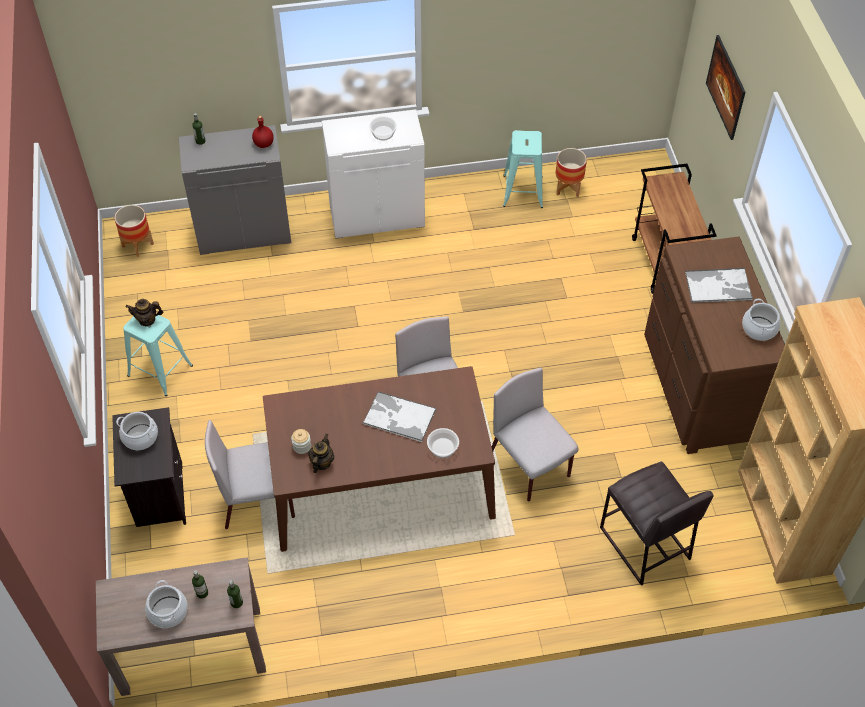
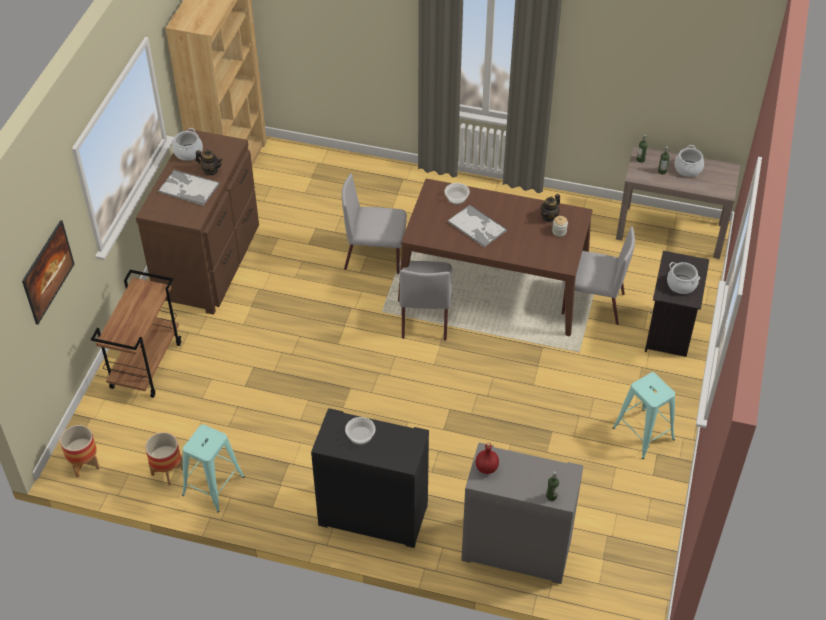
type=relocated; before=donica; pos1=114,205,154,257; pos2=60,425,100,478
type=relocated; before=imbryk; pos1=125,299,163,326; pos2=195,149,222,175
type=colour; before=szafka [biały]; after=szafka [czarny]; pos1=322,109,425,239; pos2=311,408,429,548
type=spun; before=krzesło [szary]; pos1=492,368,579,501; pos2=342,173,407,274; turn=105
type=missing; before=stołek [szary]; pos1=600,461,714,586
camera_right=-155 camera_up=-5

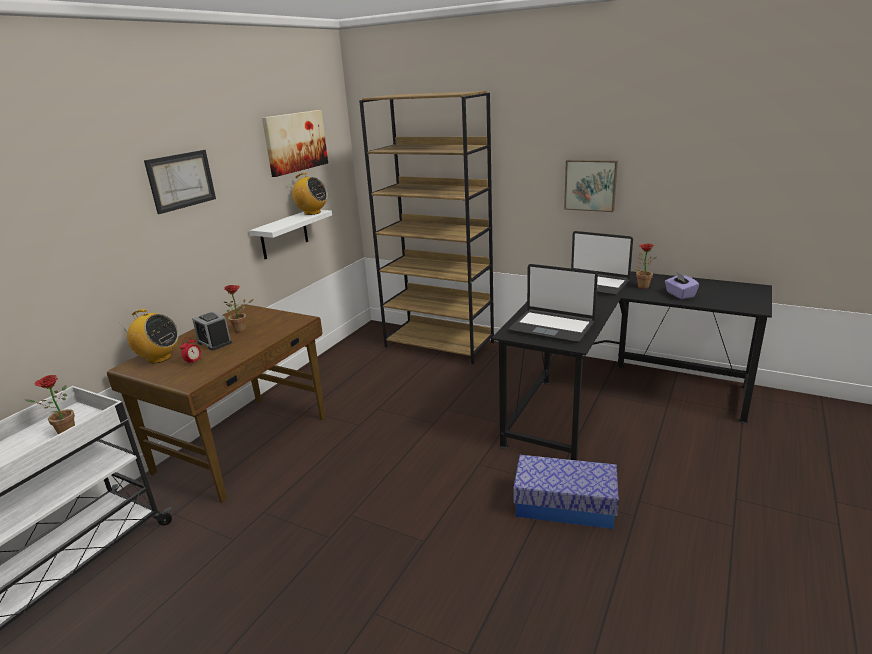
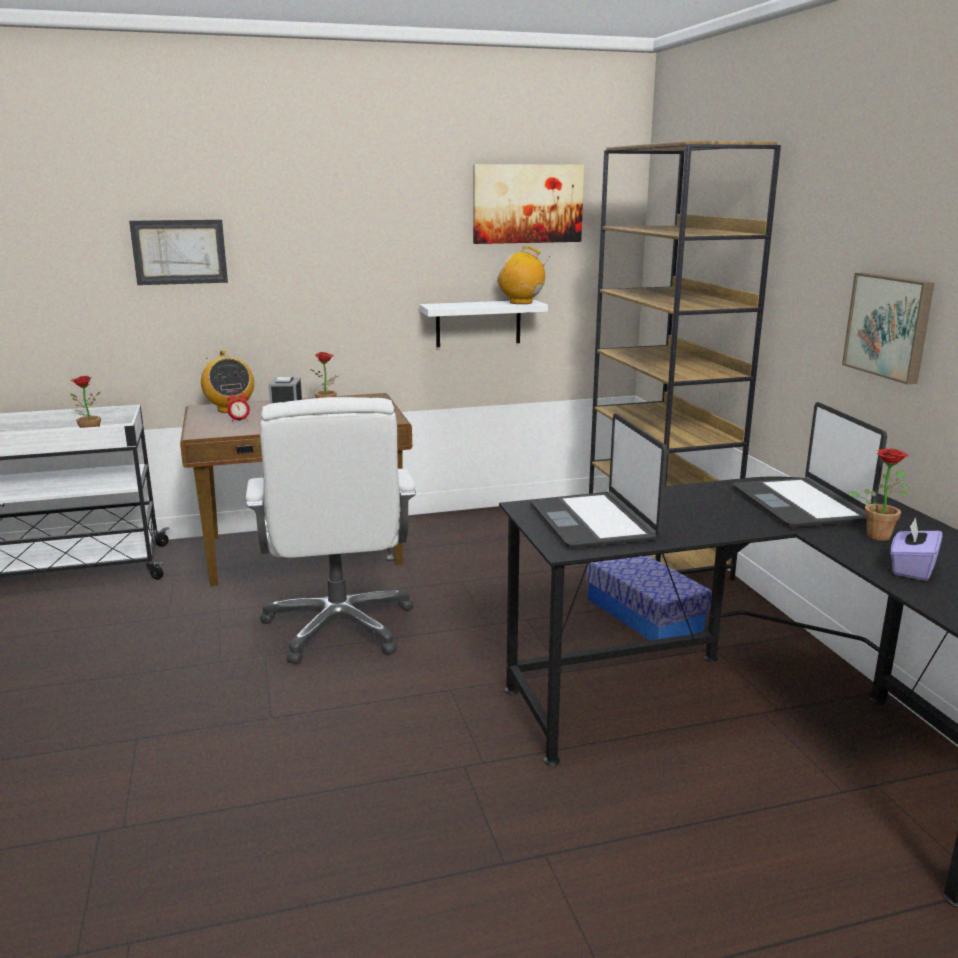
type=relocated; before=obraz; pos1=144,150,216,214; pos2=129,220,228,285
type=spun; before=radio; pos1=287,173,328,215; pos2=497,246,550,304; turn=135
type=relocated; before=pojemnik do przechowywania; pos1=513,455,619,529; pos2=586,556,712,640
type=appeared; after=krzesło biurowe [biały]; pos2=246,397,416,664
camera_right=45 camera_up=-5

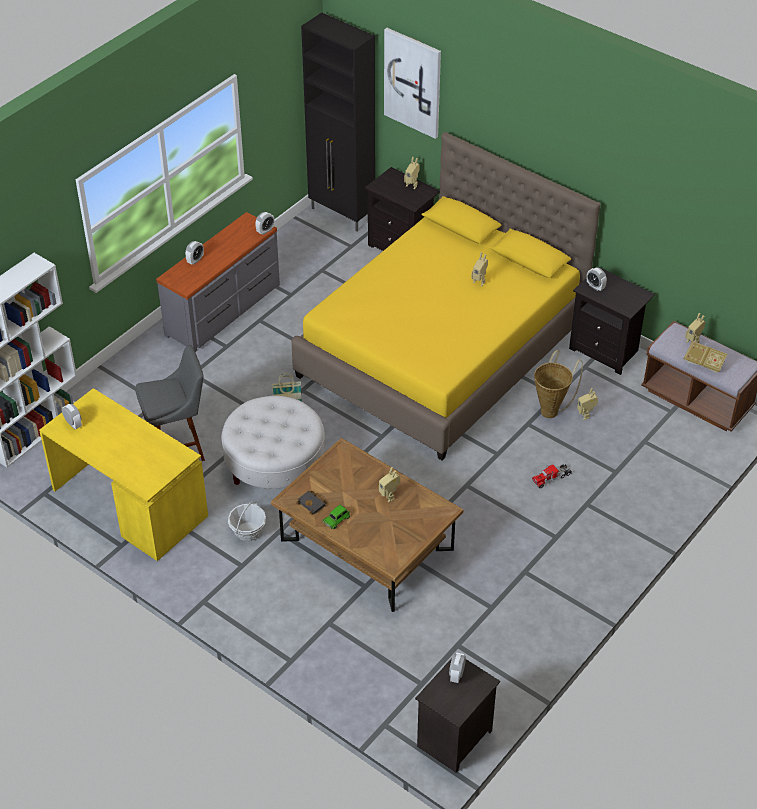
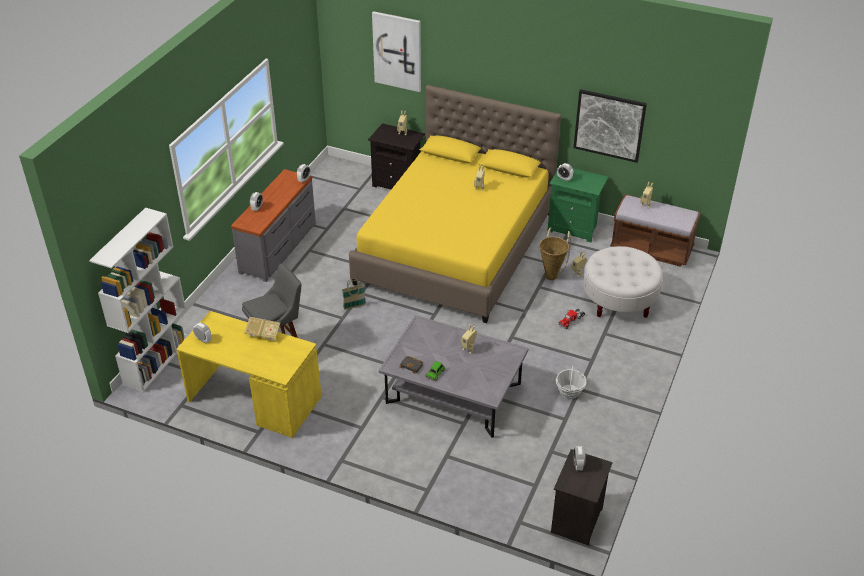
type=relocated; before=pufa [biały]; pos1=221,396,325,489; pos2=583,246,663,318
type=relocated; before=koszyk; pos1=228,501,266,541; pos2=556,366,587,399
type=colour; before=ława [brązowy]; after=ława [szary]; pos1=271,438,463,612; pos2=379,315,529,438
type=missing; before=szafka [czarny]; pos1=301,12,375,232
type=colour; before=szafka nocna [czarny]; after=szafka nocna [zielony]; pos1=569,267,655,375; pos2=547,168,608,242
type=relocated; before=książka; pos1=684,341,728,374; pos2=244,317,280,341
type=appeared; after=obraz; pos2=573,89,647,163
camera_right=-15 camera_up=-5

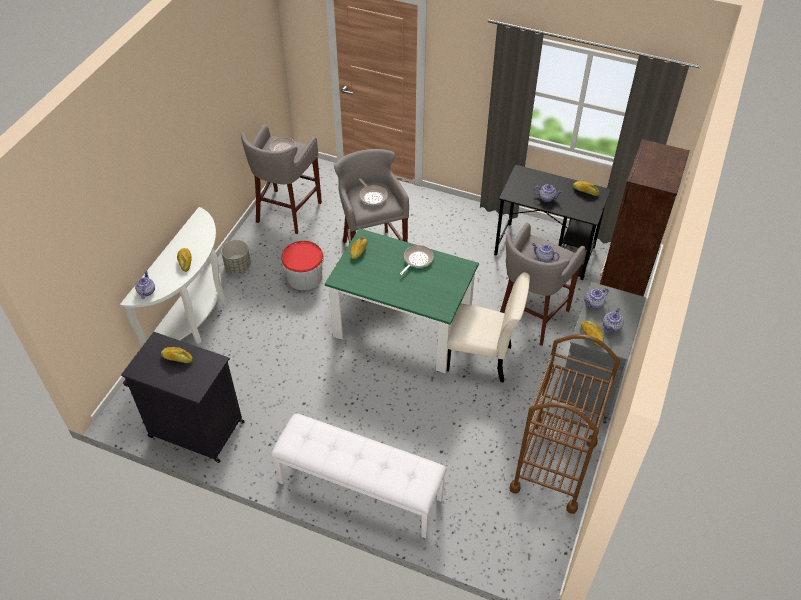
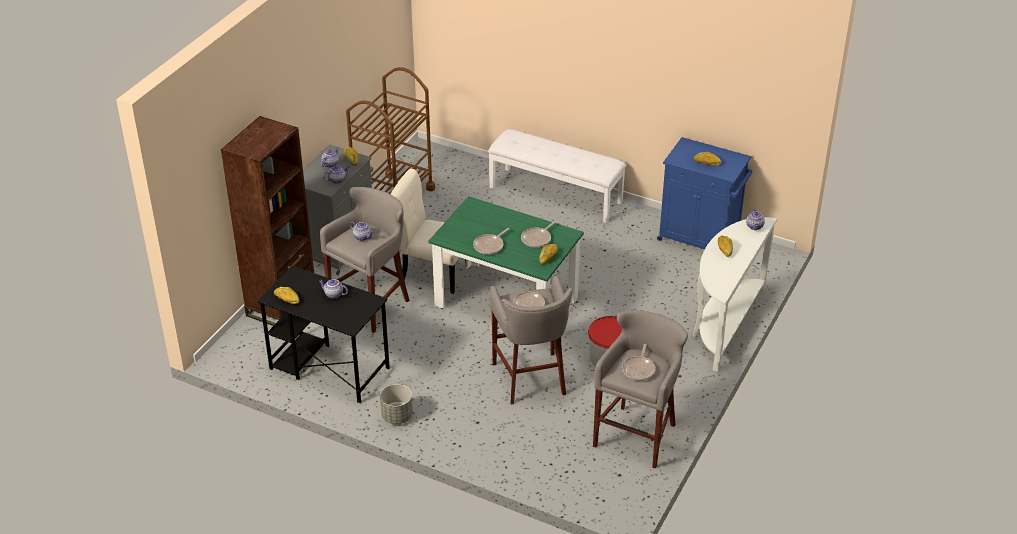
type=colour; before=szafka [czarny]; after=szafka [niebieski]; pos1=121,332,245,463; pos2=657,137,752,249
type=relocated; before=donica [szary]; pos1=221,240,251,274; pos2=380,384,413,424
type=appeared; after=patelnia; pos2=521,221,556,248
camera_right=-175 camera_up=-10

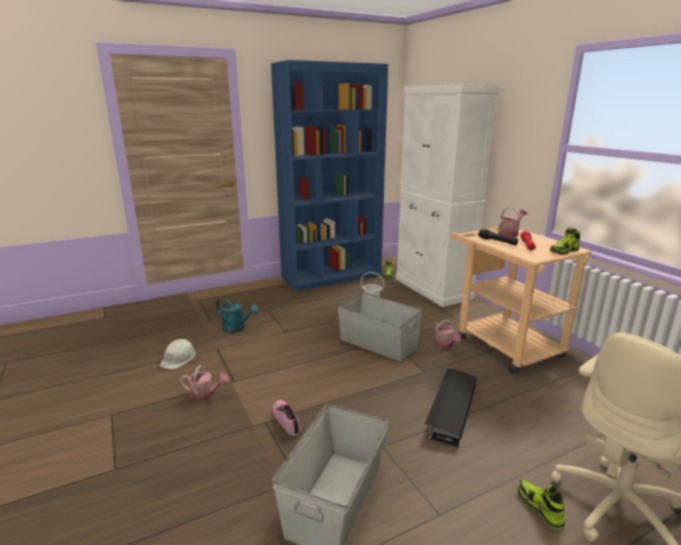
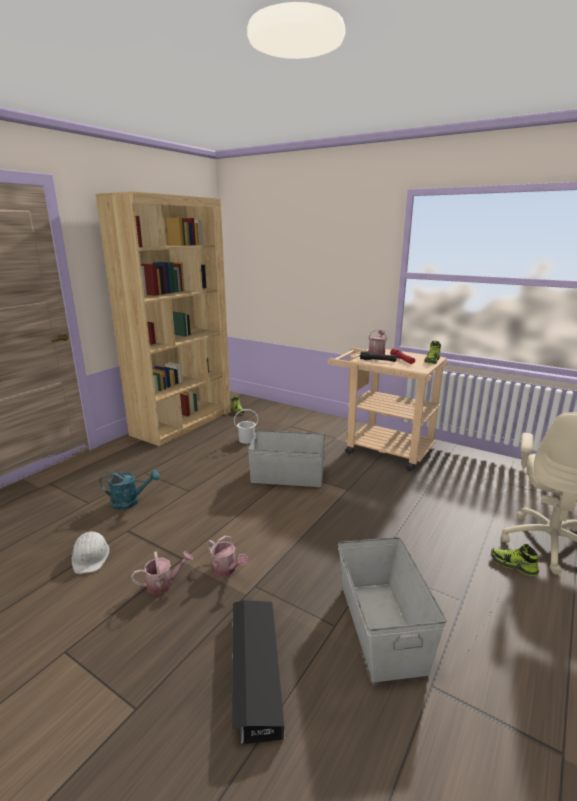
type=colour; before=regał [niebieski]; after=regał [brązowy]; pos1=271,60,388,291; pos2=96,191,231,446
type=missing; before=but; pos1=272,400,301,436
type=missing; before=szafka [biały]; pos1=396,84,500,307
type=relocated; before=pojemnik do przechowywania [czarny]; pos1=425,369,477,447; pos2=232,600,285,745
type=relocated; before=konewka; pos1=435,320,461,349; pos2=207,536,248,576
camera_right=-30 camera_up=0

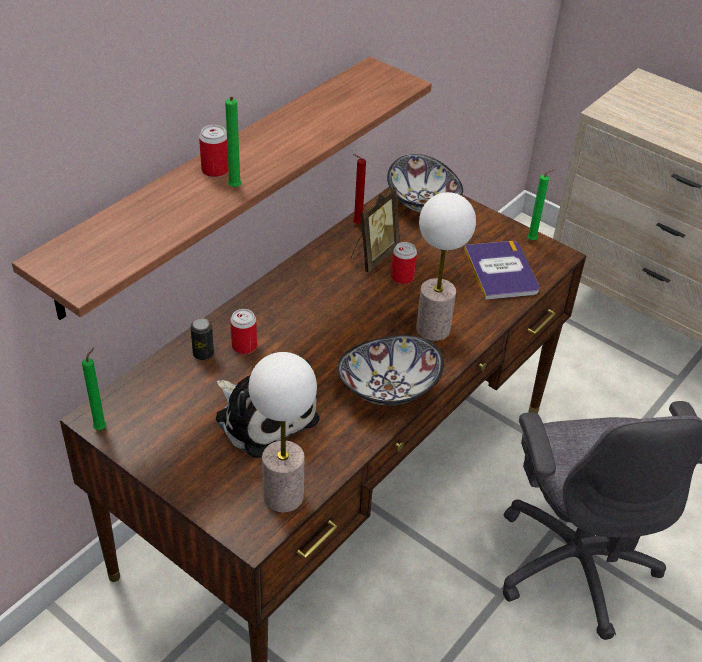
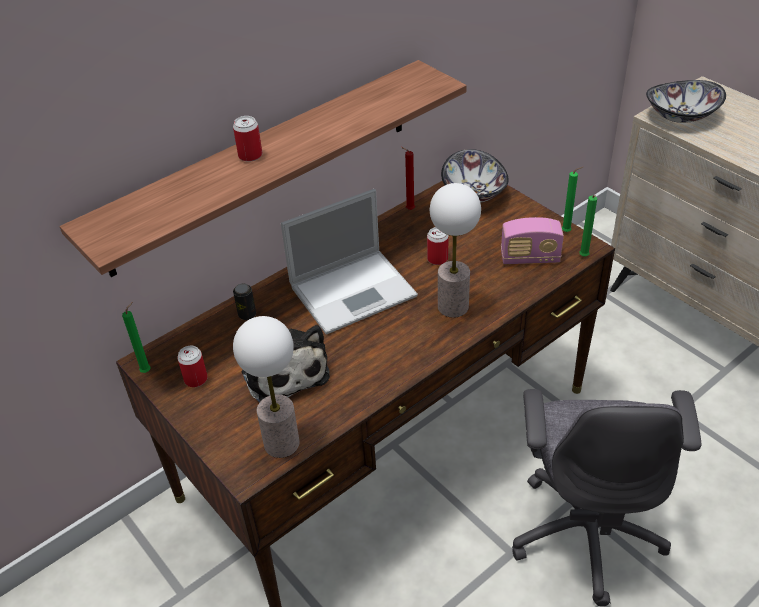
type=relocated; before=świeca [zielony]; pos1=225,97,242,188; pos2=579,195,597,256
type=relocated; before=puszka; pos1=230,309,257,354; pos2=177,346,208,387
type=relocated; before=miska; pos1=337,335,444,405; pos2=646,80,726,123
type=missing; before=ramka na zdjęcie; pos1=350,187,400,272
type=exchanged; before=książka; after=radio; pos1=464,241,540,300; pos2=501,217,564,264
type=appeared; after=laptop; pos2=281,189,418,335
camera_right=15 camera_up=0

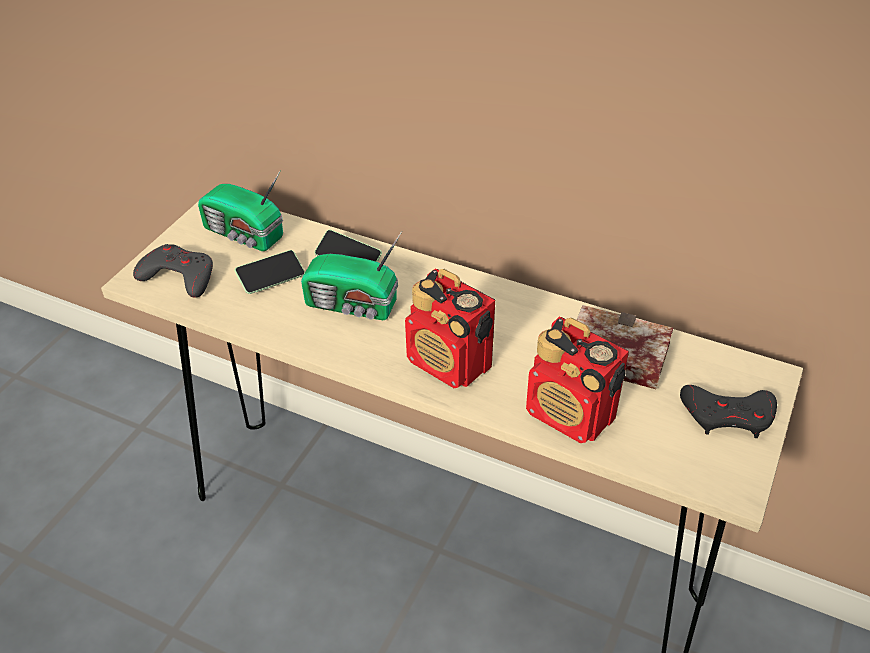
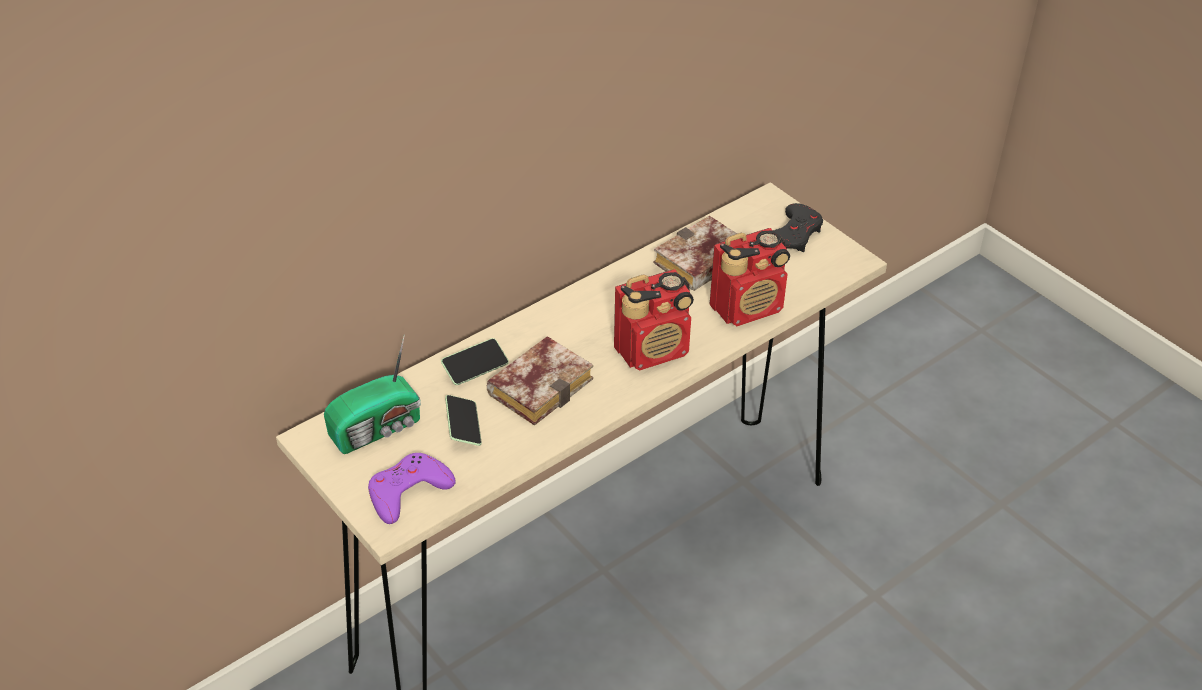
type=colour; before=pad do gier [szary]; after=pad do gier [fioletowy]; pos1=133,244,213,298; pos2=368,453,456,524
type=exchanged; before=radio; after=książka; pos1=301,231,402,320; pos2=487,336,593,426
camera_right=-65 camera_up=0

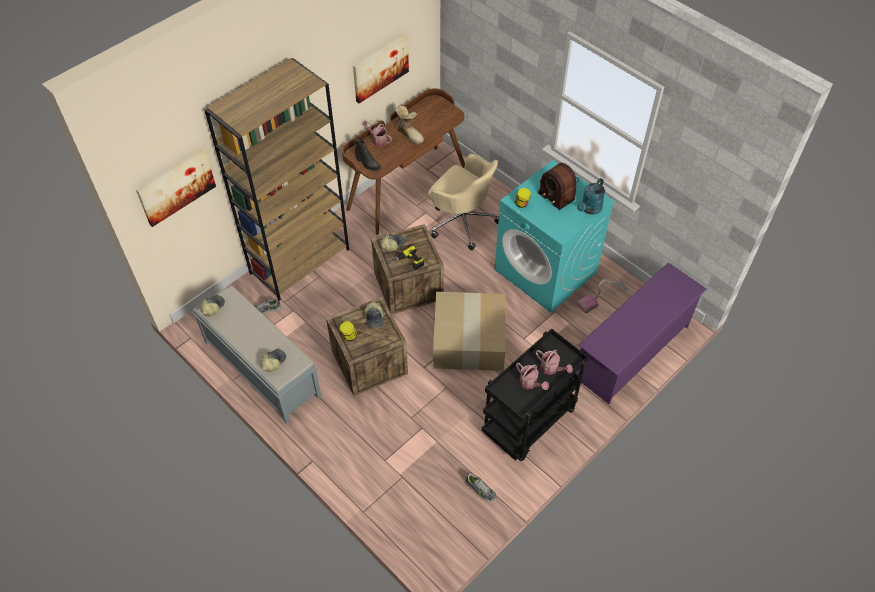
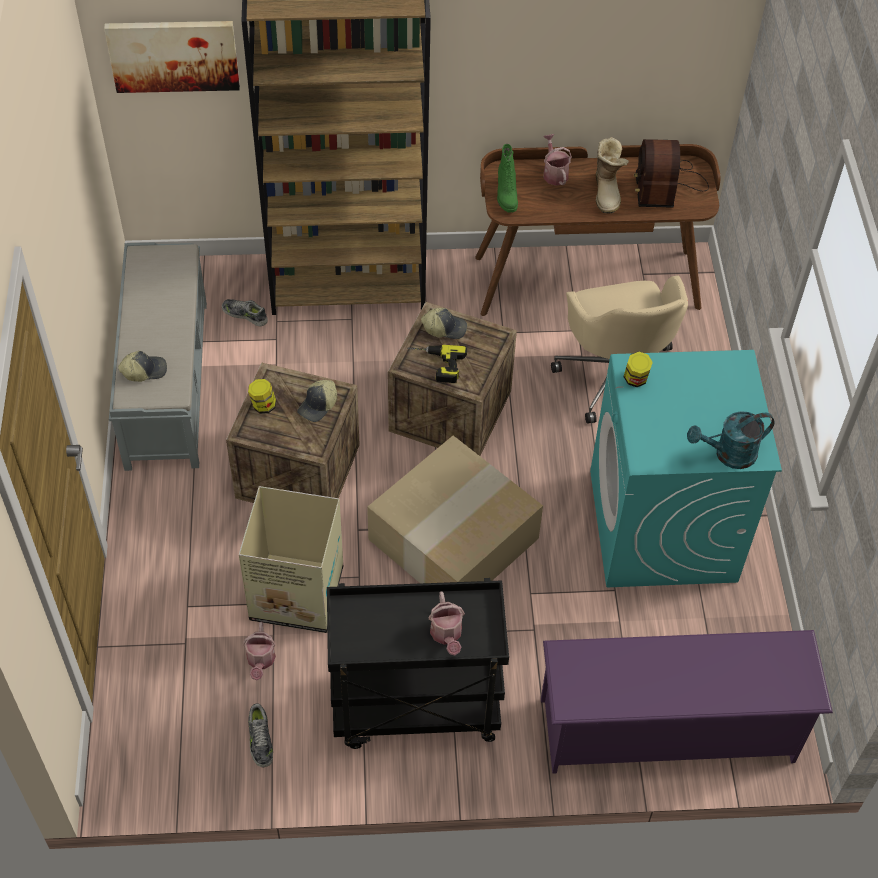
type=missing; before=czapka z daszkiem; pos1=200,295,225,316
type=missing; before=obraz; pos1=353,34,409,103
type=colour; before=but z cholewką [czarny]; after=but z cholewką [zielony]; pos1=355,137,381,171; pos2=497,144,518,213
type=relocated; before=konewka; pos1=516,363,549,390; pos2=243,622,276,681
type=relocated; before=radio; pos1=538,163,579,210; pos2=634,139,709,208
type=missing; before=odkurzacz; pos1=577,279,628,313
type=appeared; after=karton; pos2=239,486,343,633
camera_right=40 camera_up=0

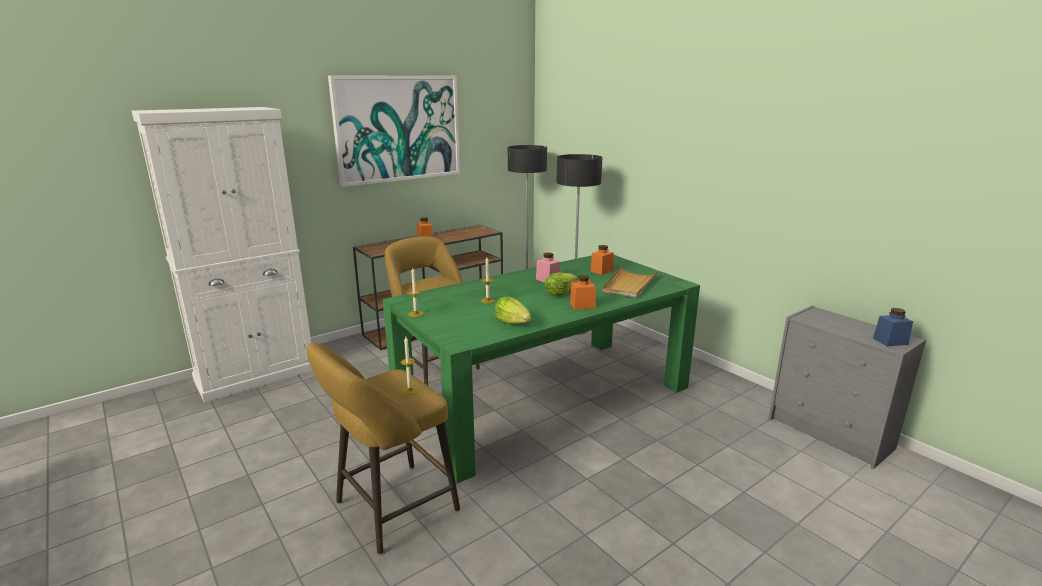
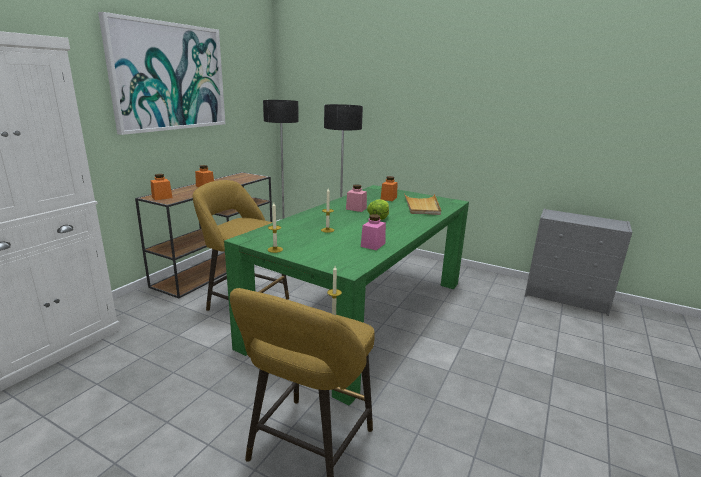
type=exchanged; before=sałata; after=słoik [różowy]; pos1=495,296,531,324; pos2=361,214,386,250
type=relocated; before=słoik [pomarańczowy]; pos1=570,275,596,310; pos2=150,174,173,200
type=missing; before=słoik [niebieski]; pos1=873,308,913,346
camera_right=-25 camera_up=0

